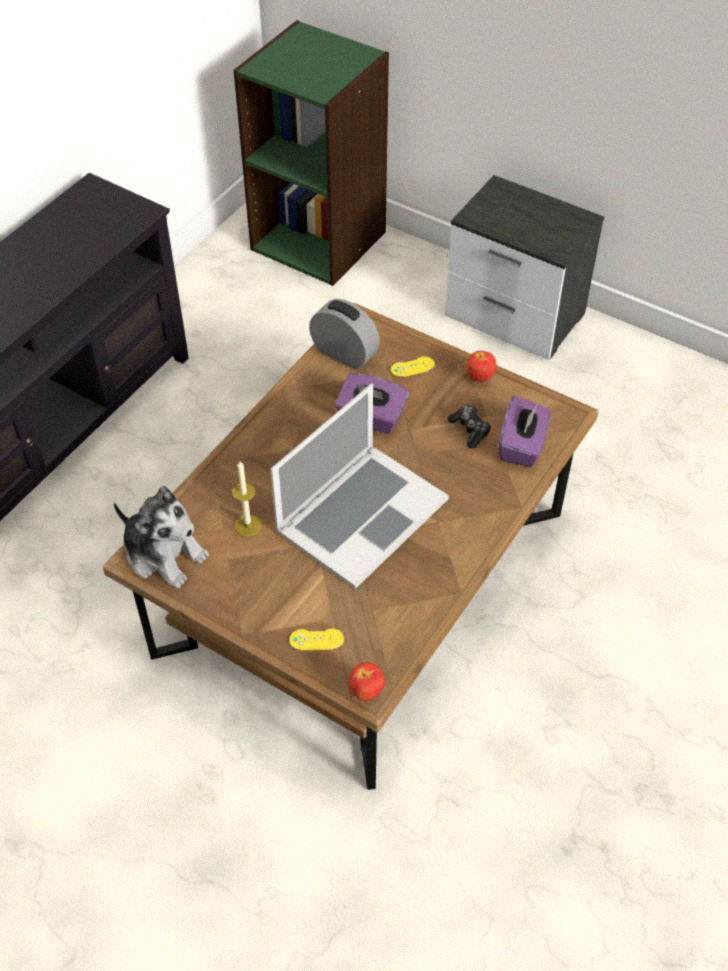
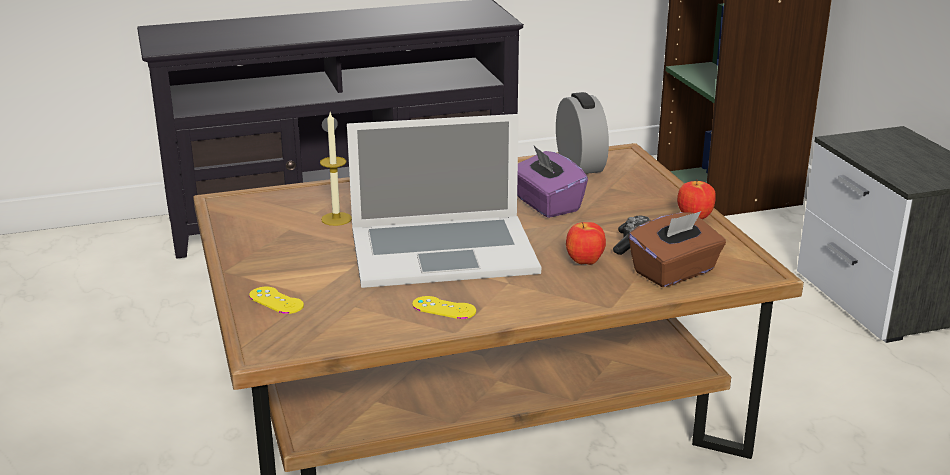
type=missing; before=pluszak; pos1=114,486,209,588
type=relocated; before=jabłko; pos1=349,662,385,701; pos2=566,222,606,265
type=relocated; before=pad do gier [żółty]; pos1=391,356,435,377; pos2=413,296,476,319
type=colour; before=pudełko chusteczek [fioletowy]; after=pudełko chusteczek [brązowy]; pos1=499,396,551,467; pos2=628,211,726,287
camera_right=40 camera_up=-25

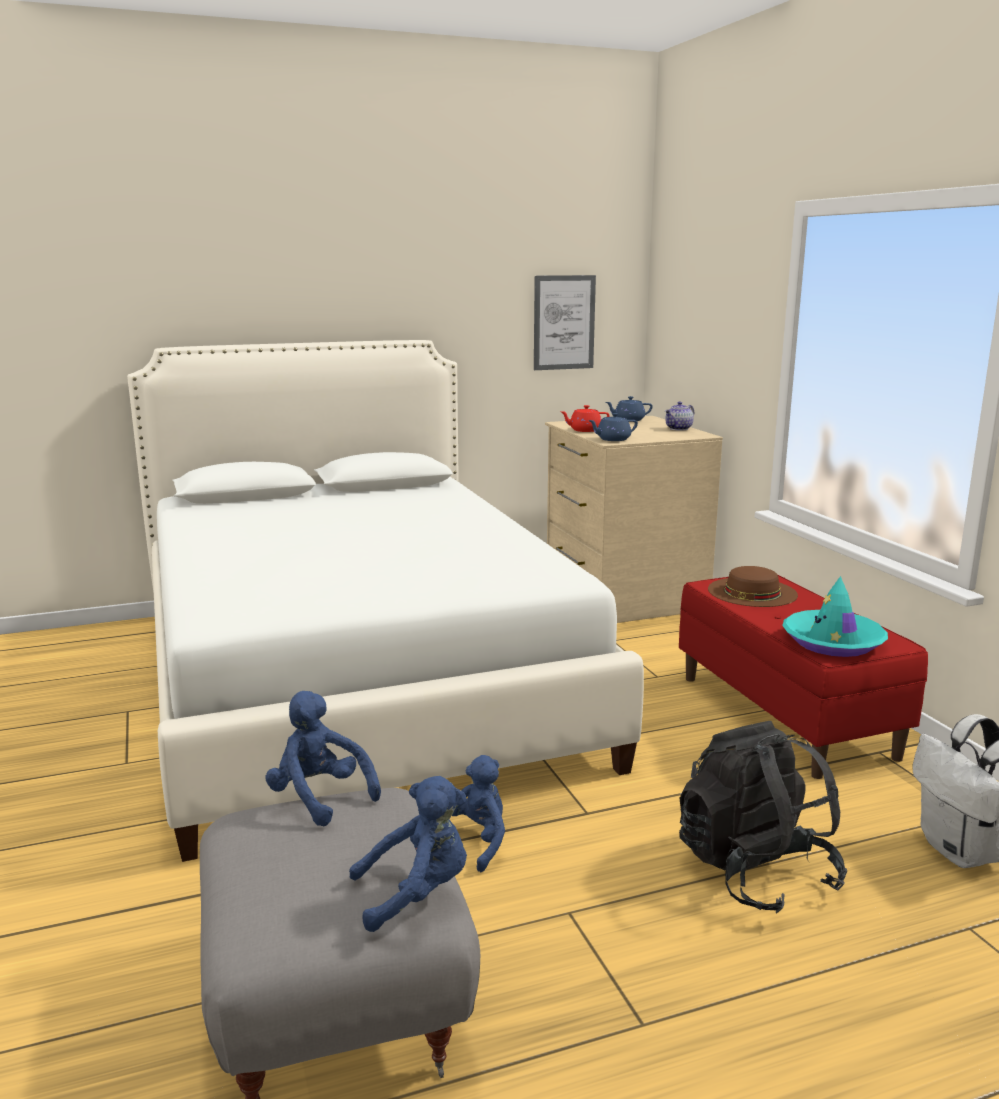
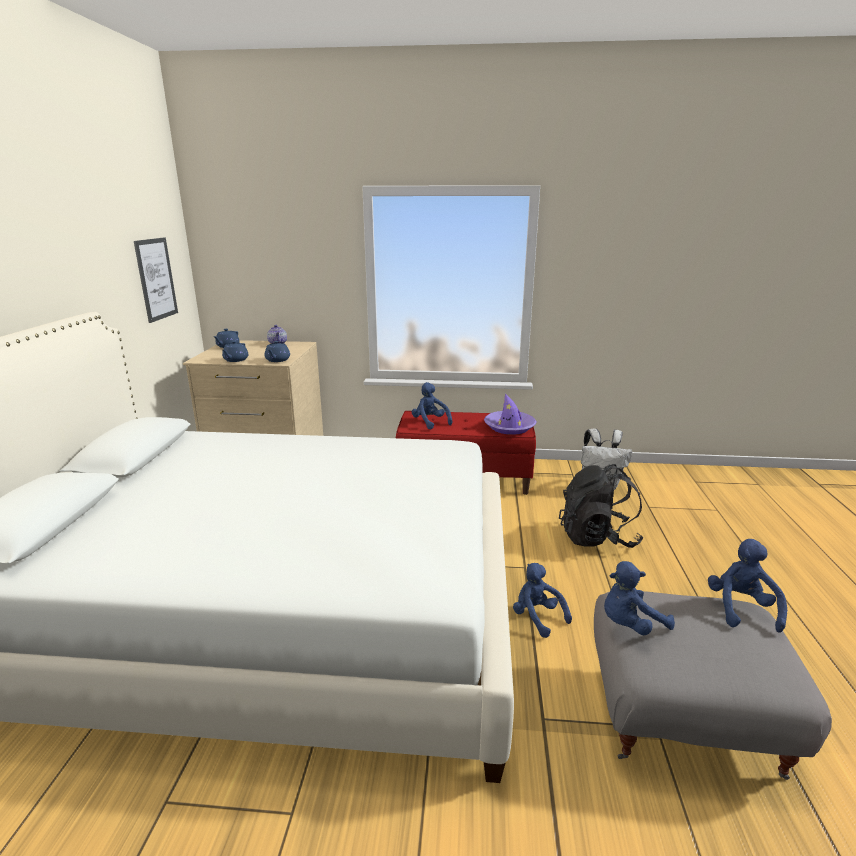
type=colour; before=imbryk [czerwony]; after=imbryk [niebieski]; pos1=560,405,610,432; pos2=222,341,248,362
type=exchanged; before=kapelusz [brązowy]; after=pluszak [niebieski]; pos1=708,566,798,607; pos2=412,382,452,429
type=colour; before=kapelusz [turkusowy]; after=kapelusz [fioletowy]; pos1=782,576,888,657; pos2=484,394,537,435
camera_right=-65 camera_up=5

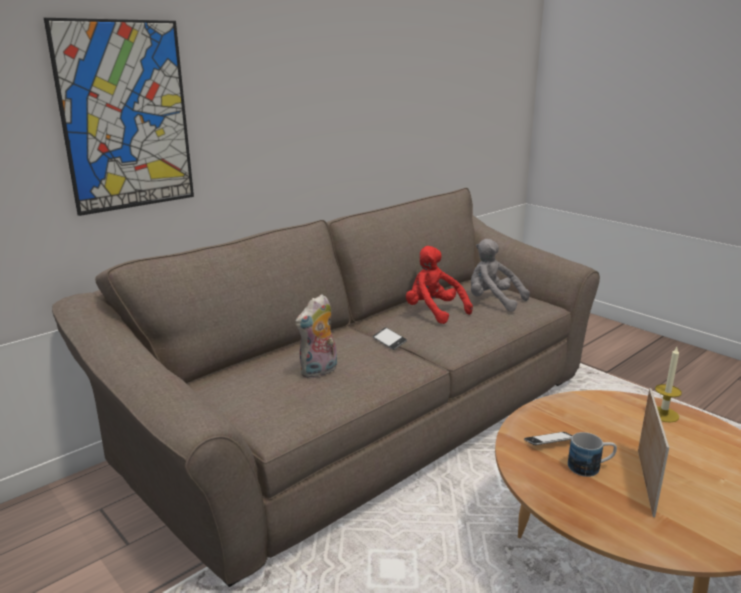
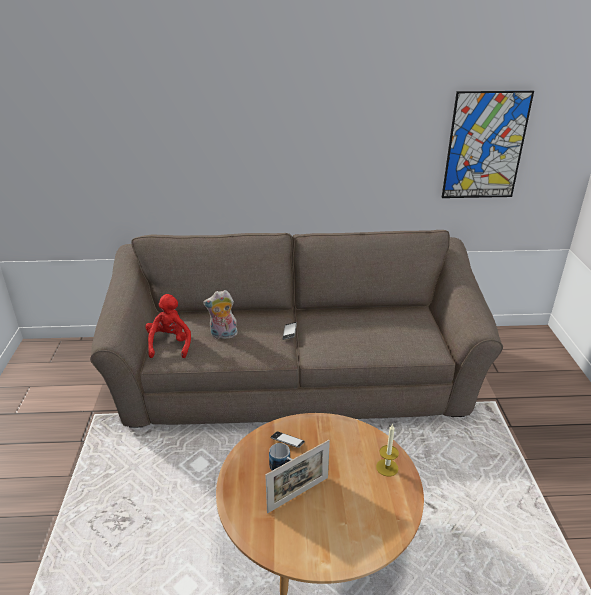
type=relocated; before=obraz; pos1=44,18,194,216; pos2=442,91,534,198
type=relocated; before=pluszak [czerwony]; pos1=406,246,473,324; pos2=145,294,191,358
type=missing; before=pluszak [szary]; pos1=471,239,530,312
camera_right=40 camera_up=10

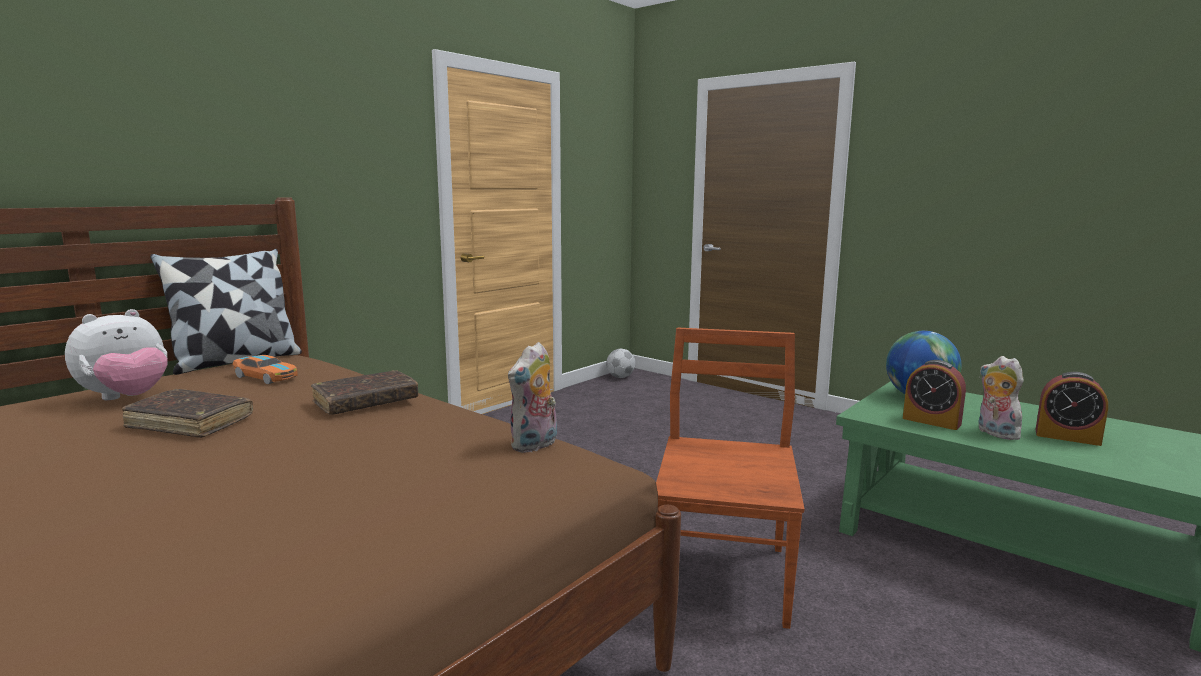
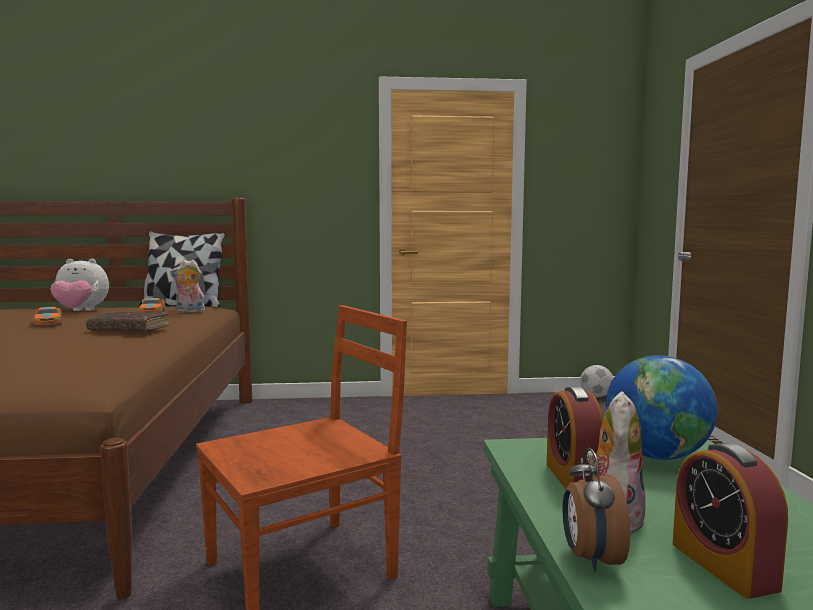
type=exchanged; before=książka [brązowy]; after=samochodzik; pos1=122,389,253,438; pos2=33,307,62,327
type=relocated; before=pluszak; pos1=508,342,557,453; pos2=170,260,205,313
type=appeared; after=budzik; pos2=563,448,630,571
camera_right=45 camera_up=-5

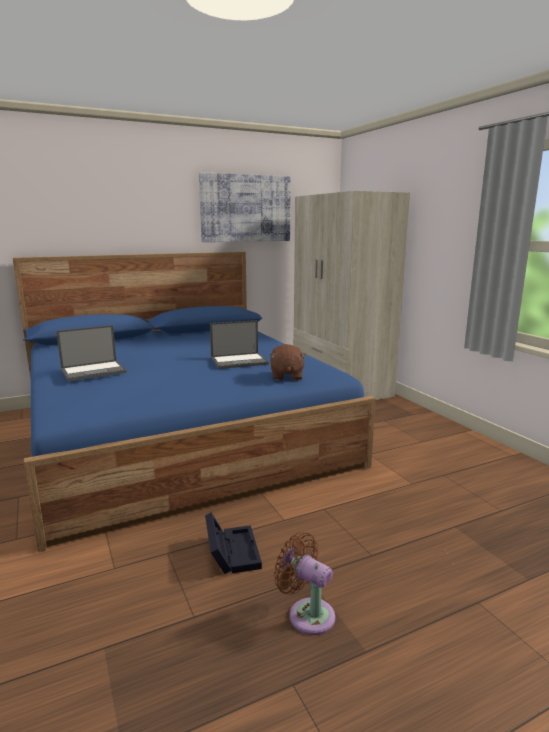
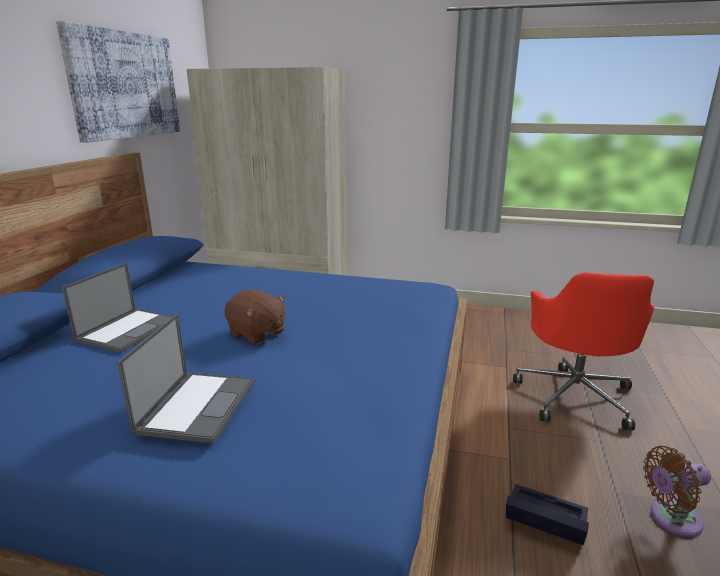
type=relocated; before=laptop; pos1=210,320,269,369; pos2=62,263,173,353
type=relocated; before=pluszak [brązowy]; pos1=269,344,306,380; pos2=224,290,286,345
type=appeared; after=krzesło biurowe [czerwony]; pos2=513,272,654,430
camera_right=-50 camera_up=5

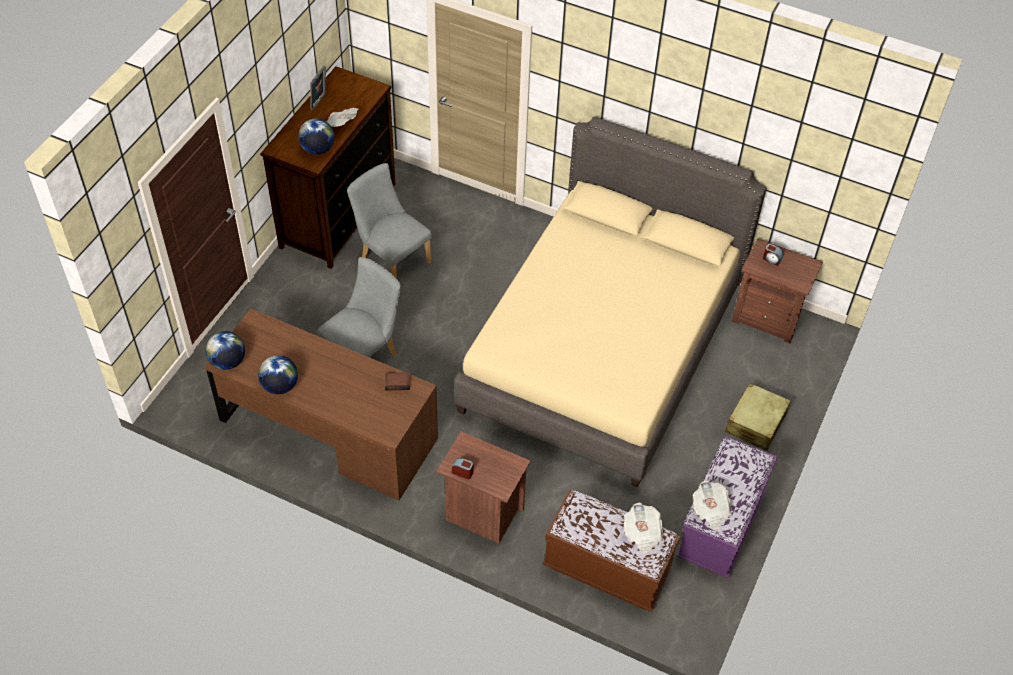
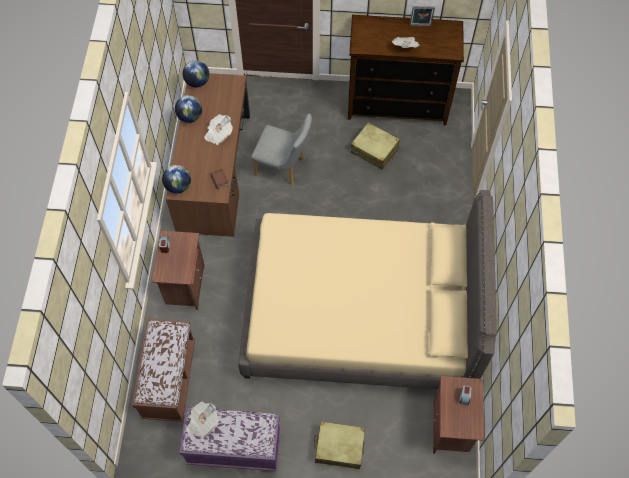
type=relocated; before=globus; pos1=298,118,334,155; pos2=162,165,191,194
type=exchanged; before=krzesło [szary]; after=walizka [beżowy]; pos1=347,163,432,278; pos2=351,123,400,169
type=relocated; before=gazeta; pos1=624,503,663,554; pos2=204,114,233,145
camera_right=70 camera_up=10

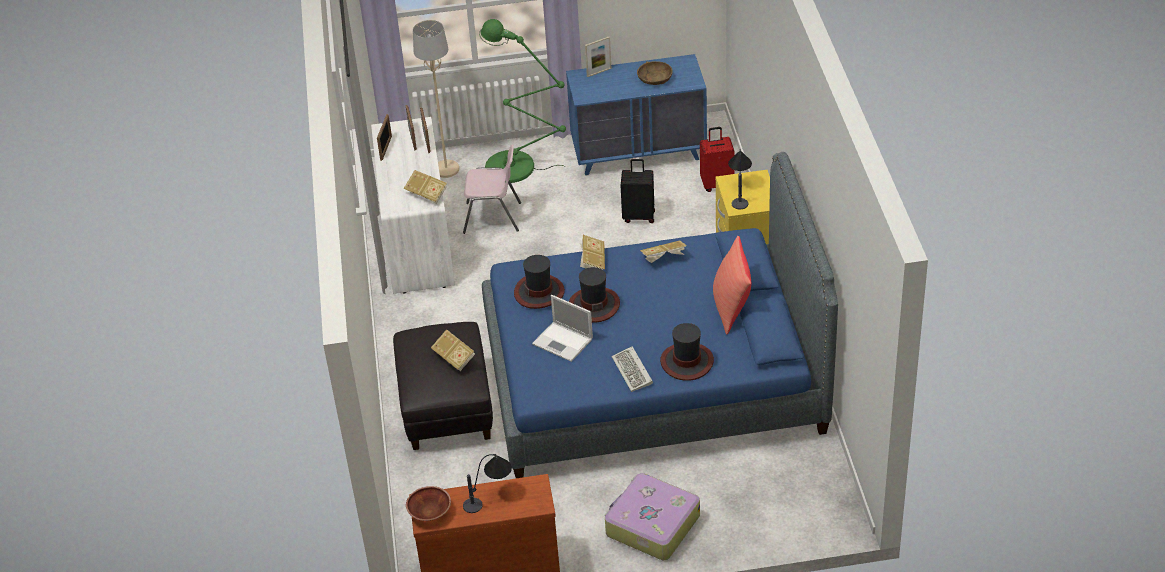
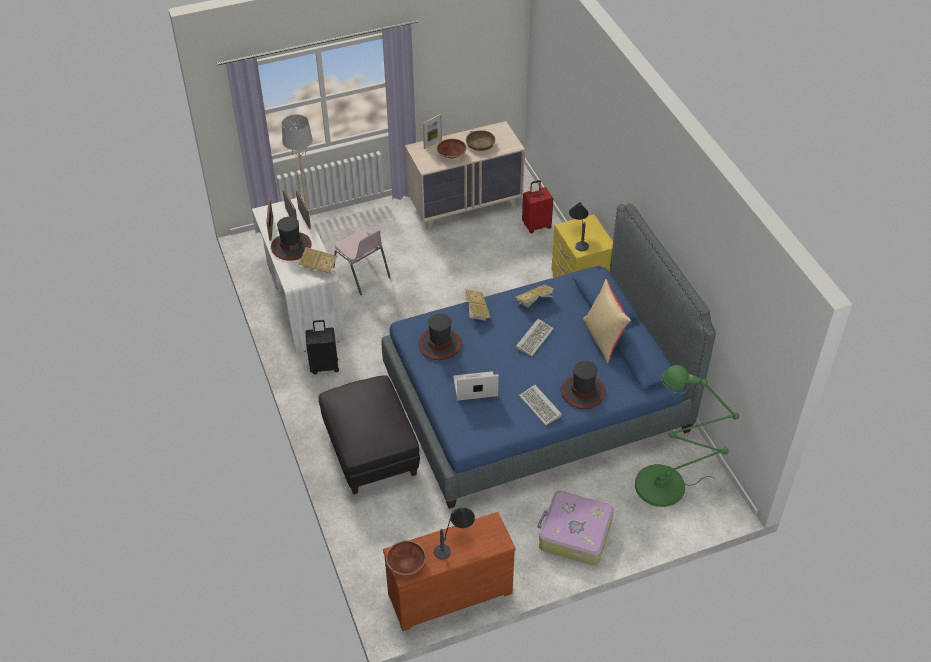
type=missing; before=książka; pos1=431,329,475,371
type=spun; before=krzesło [różowy]; pos1=463,144,521,234; pos2=333,230,391,295; turn=60
type=relocated; before=lampa stojąca [zielony]; pos1=479,19,566,183; pos2=635,365,739,507
type=spun; before=laptop; pos1=532,295,593,362; pos2=453,371,499,401; turn=150
type=colour; before=komoda [niebieski]; after=komoda [beżowy]; pos1=566,54,707,175; pos2=405,121,525,230
type=relocated; before=kapelusz; pos1=569,267,620,323; pos2=271,217,312,261
type=relocated; before=walizka [czarny]; pos1=620,159,655,223; pos2=306,320,339,375
type=colour; before=poduszka [czerwony]; after=poduszka [beżowy]; pos1=713,236,751,335; pos2=583,279,631,363
type=appeared; after=miska [brązowy]; pos2=437,139,467,159
type=appeared; after=klawiatura; pos2=516,319,554,356
camera_right=-15 camera_up=5

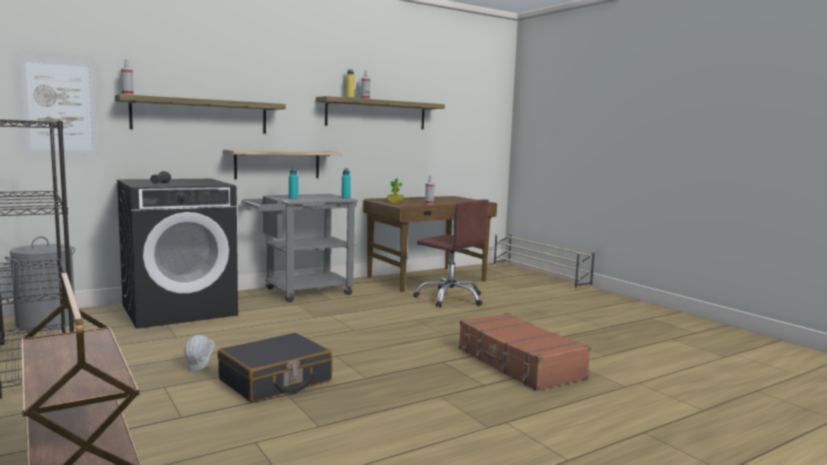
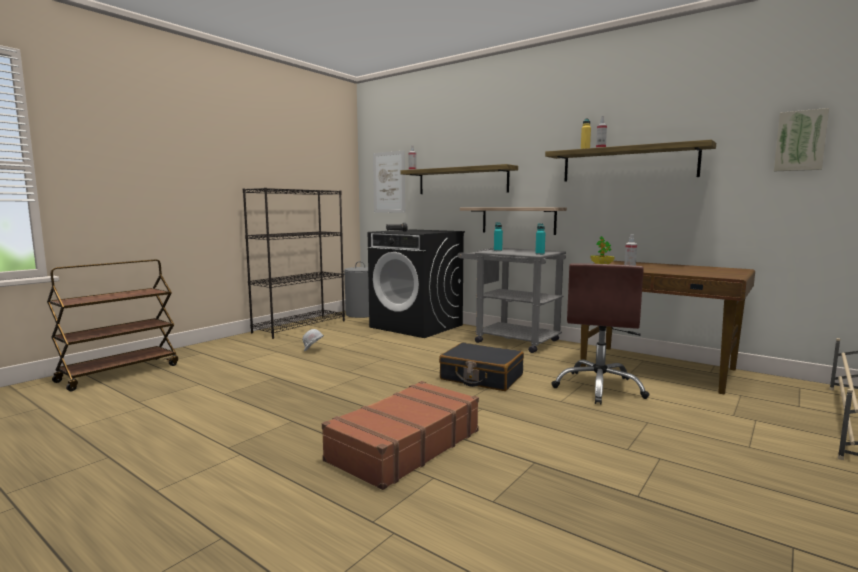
type=relocated; before=walizka [czarny]; pos1=218,333,332,402; pos2=439,342,524,391
type=appeared; after=obraz; pos2=774,108,829,171
camera_right=70 camera_up=0

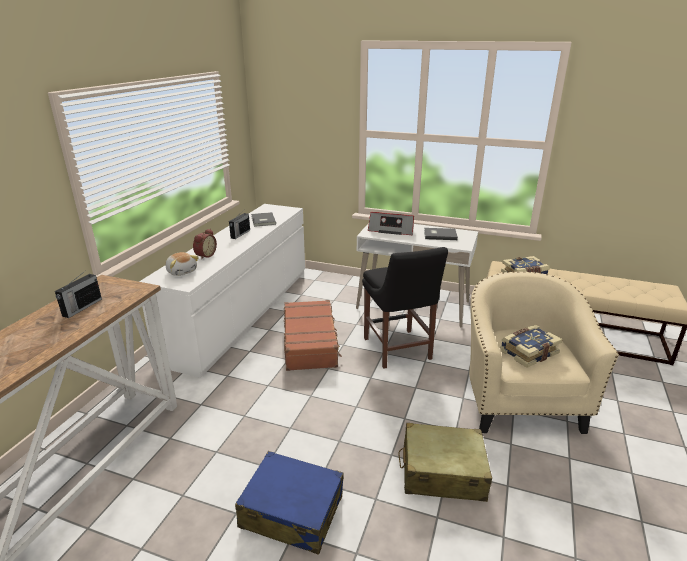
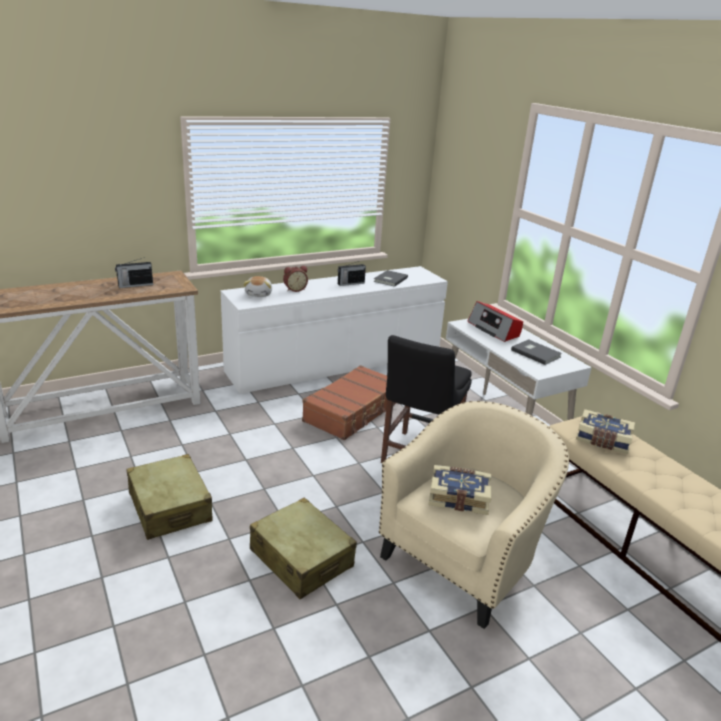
type=colour; before=walizka [niebieski]; after=walizka [beżowy]; pos1=235,451,344,555; pos2=126,454,213,540
camera_right=40 camera_up=0

